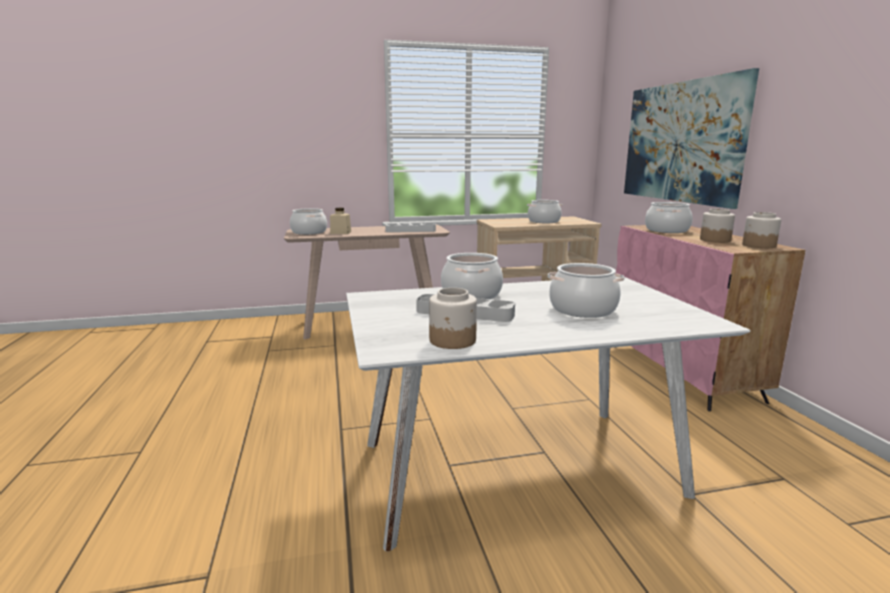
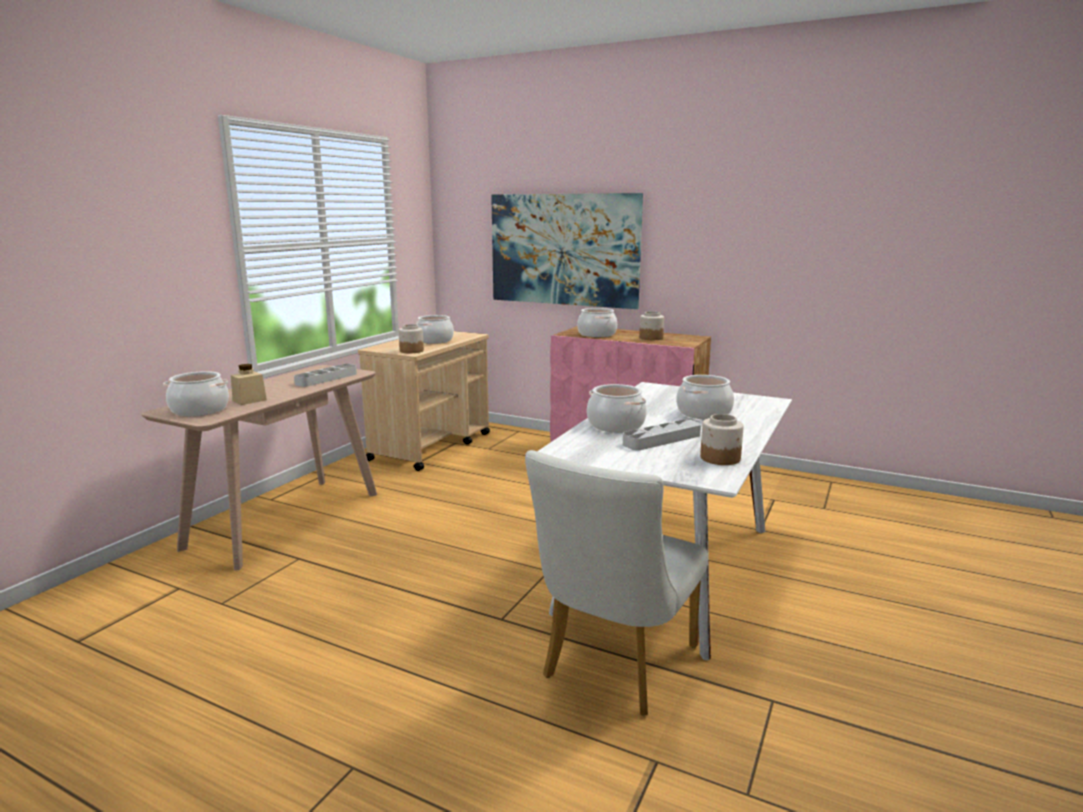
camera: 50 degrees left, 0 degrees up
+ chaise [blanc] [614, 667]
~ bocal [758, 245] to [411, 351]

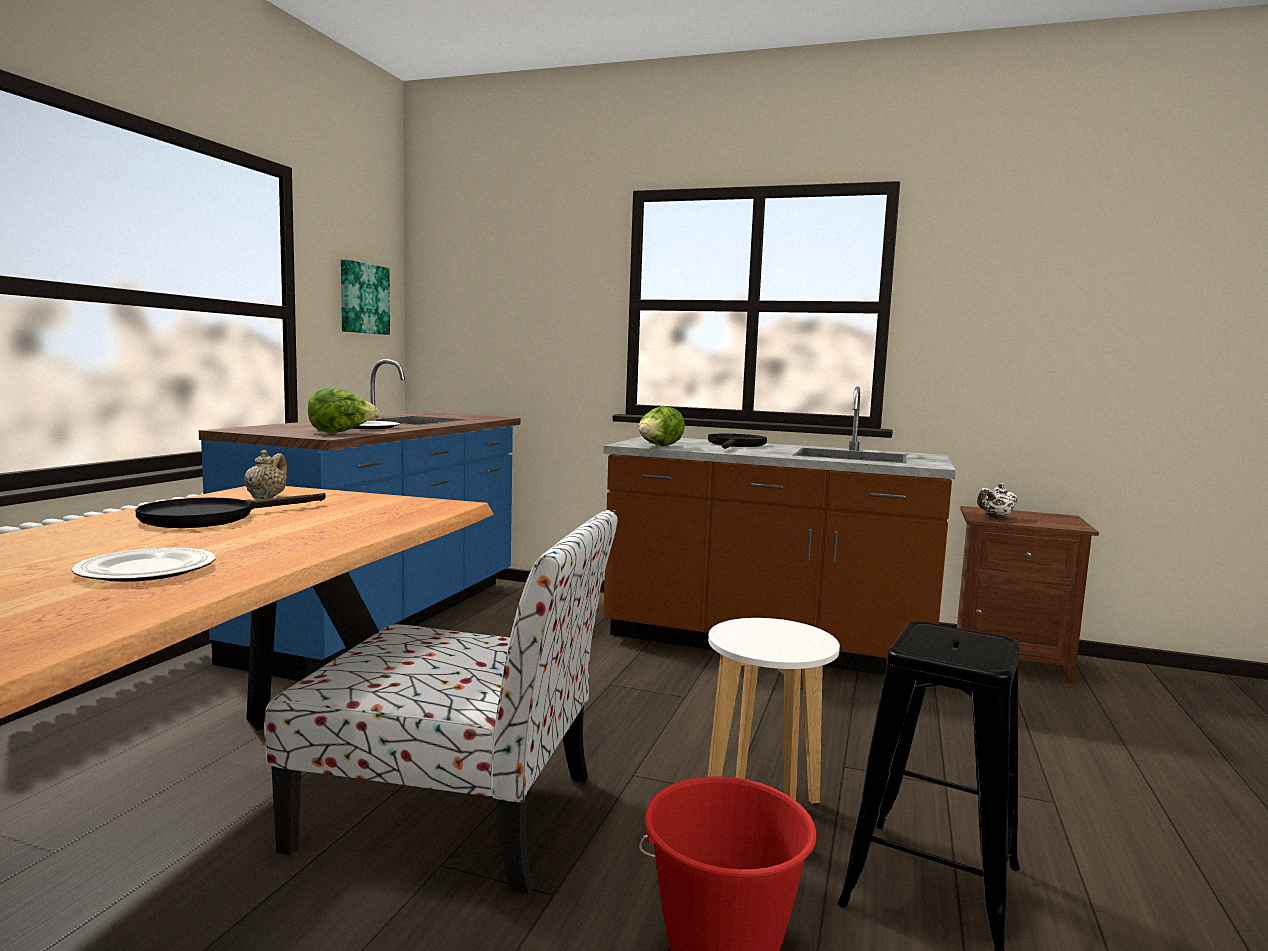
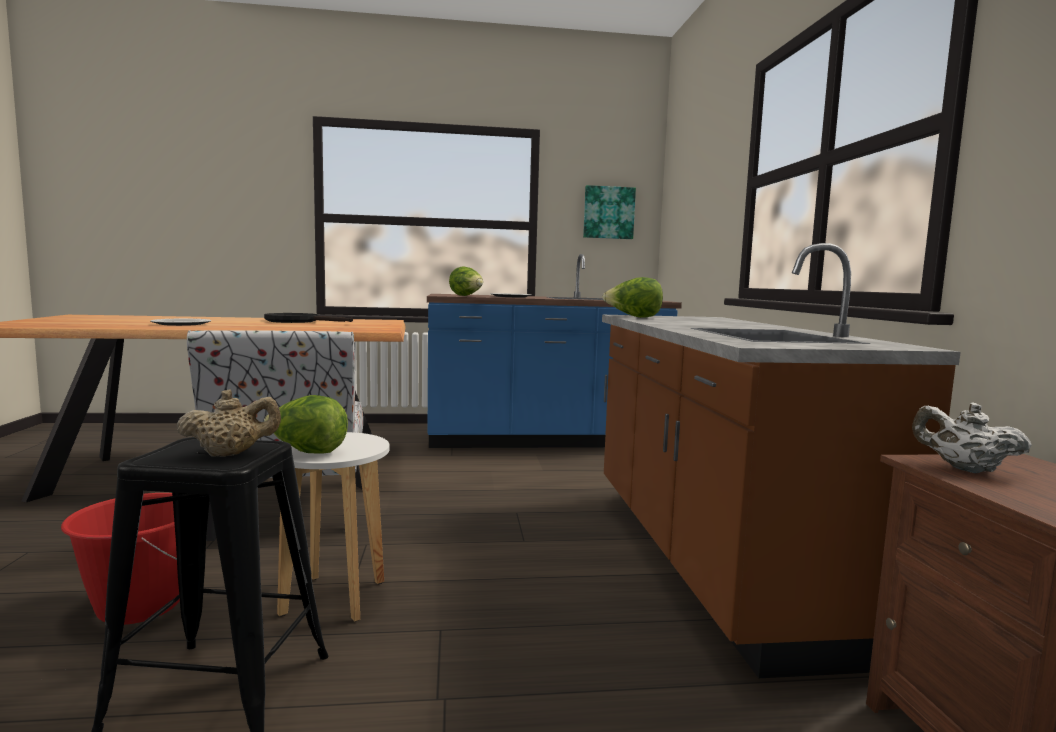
camera: 65 degrees right, 0 degrees up
- poêle [noir] [736, 445]
+ laitue [307, 452]
~ théière [beige] [266, 497] to [231, 454]

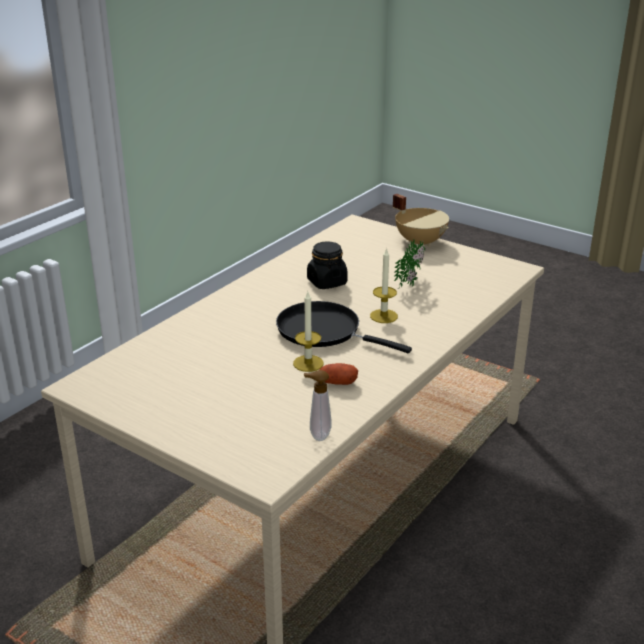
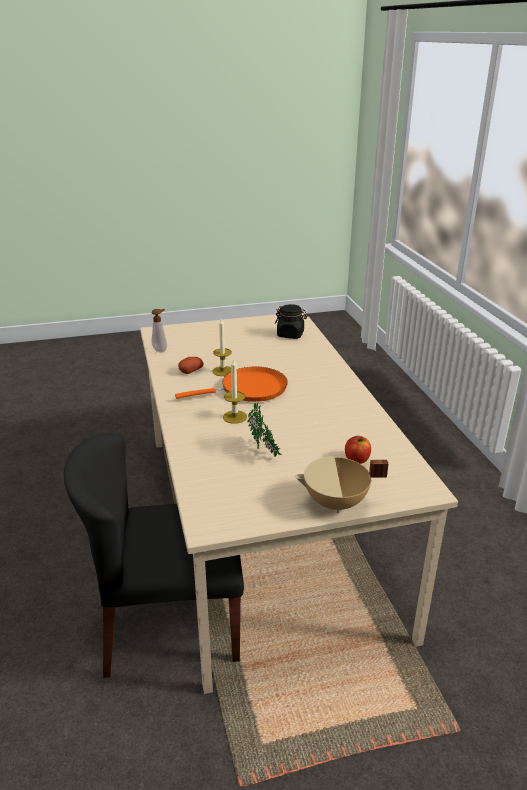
camera: 130 degrees right, 0 degrees up
+ chaise [noir] [170, 624]
+ pomme [357, 459]
~ bocal [noir] [326, 282] to [290, 334]
~ poêle [noir] [324, 331] to poêle [orange] [249, 389]

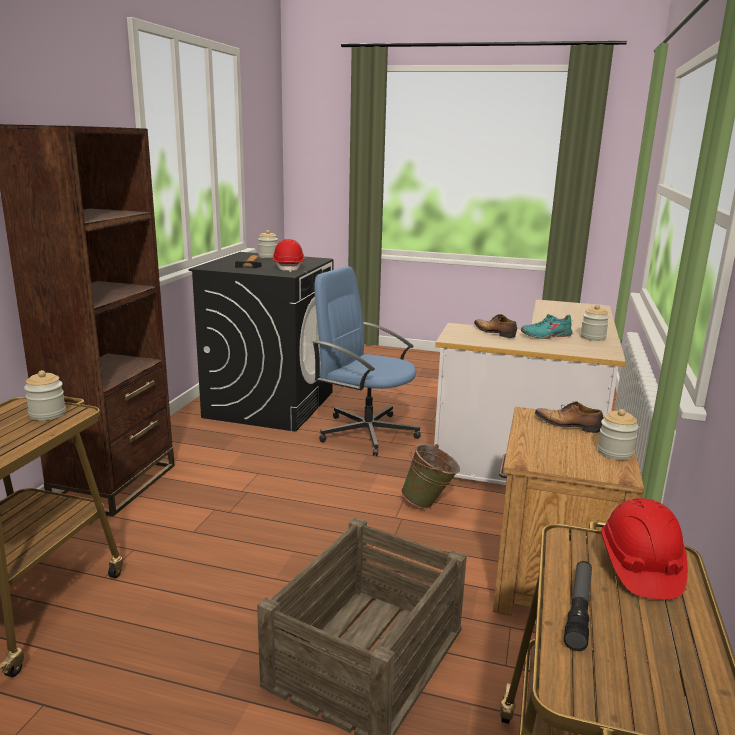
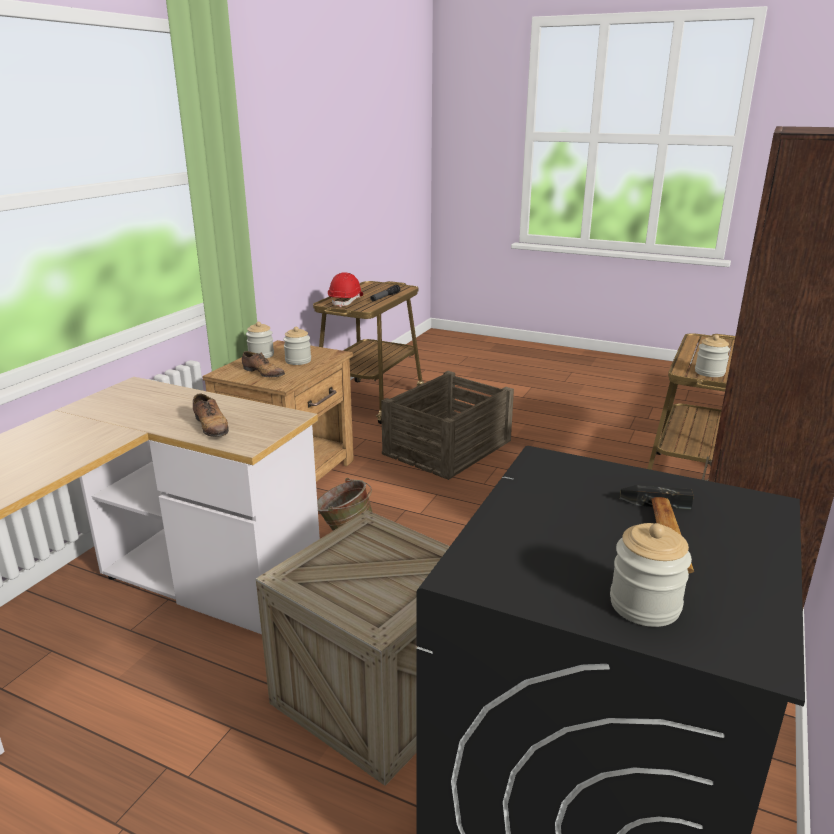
camera: 170 degrees left, 5 degrees up
- casque de chantier [rouge] [289, 268]
- chaussure [turquoise] [546, 336]
~ bocal [592, 337] to [298, 361]
~ chaise de bureau [bleu] [366, 432] to caisse [376, 693]

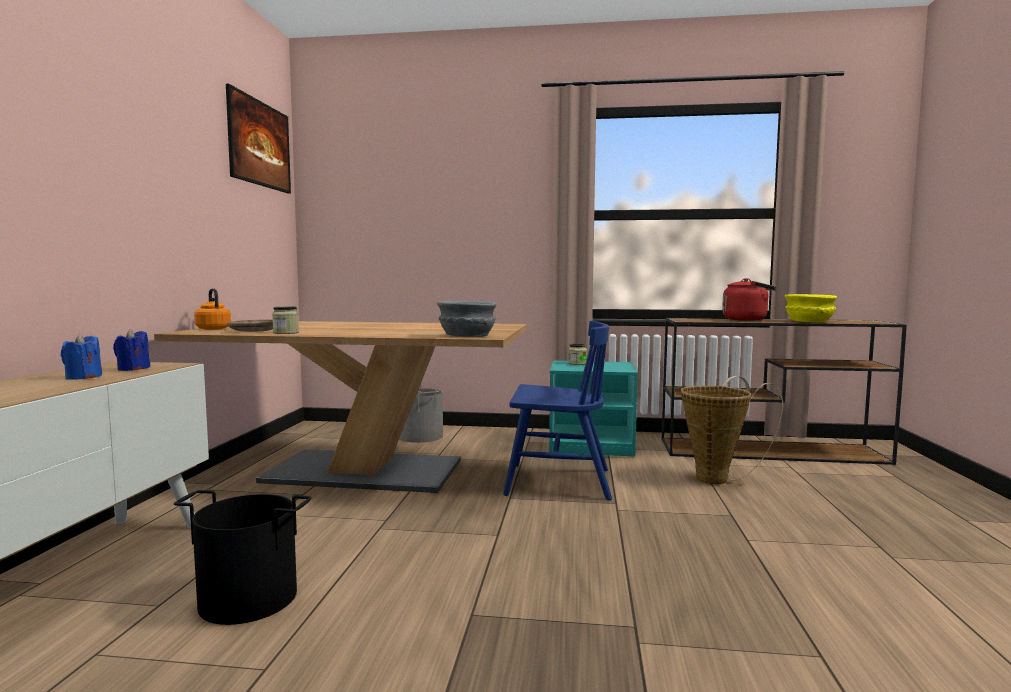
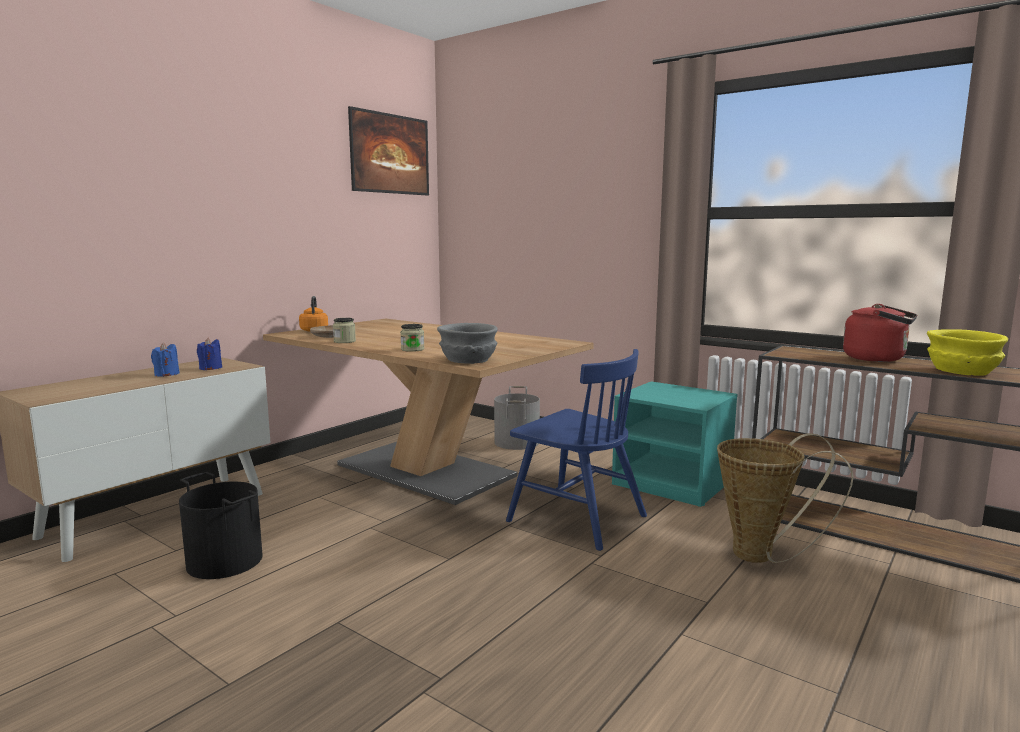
camera: 30 degrees right, 5 degrees up
~ bocal [577, 363] to [412, 349]

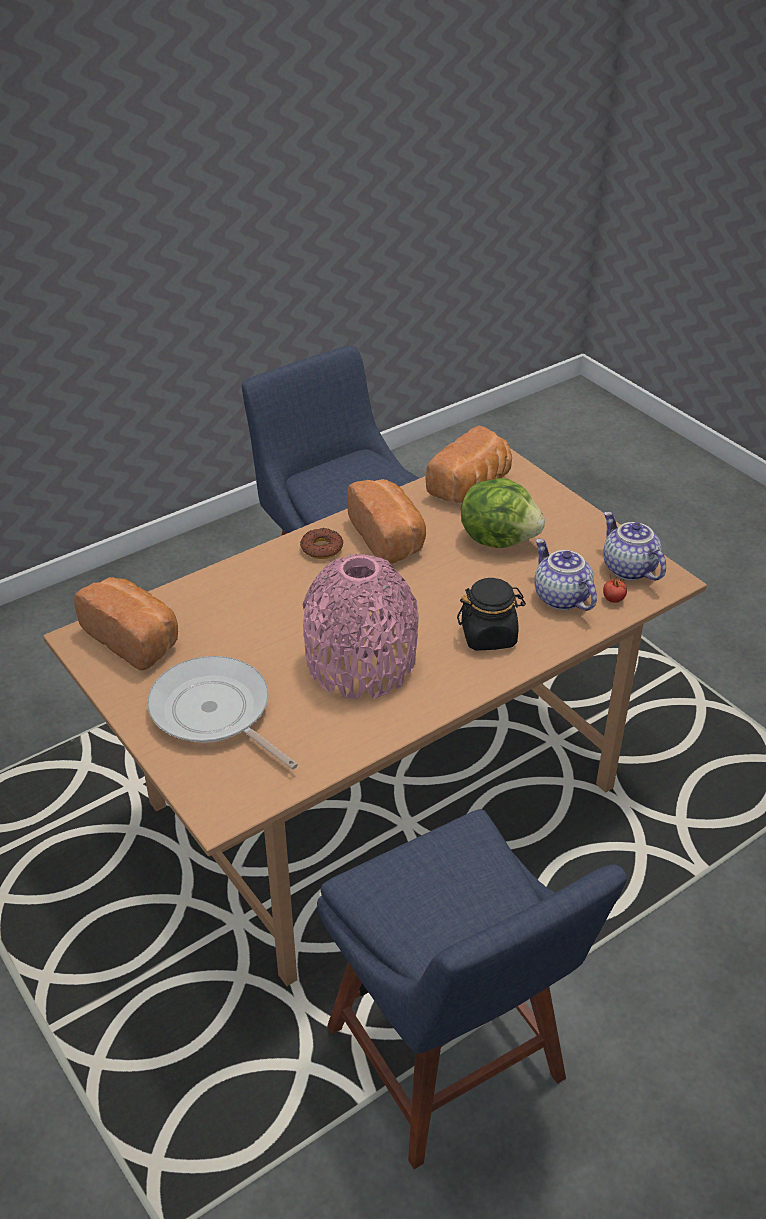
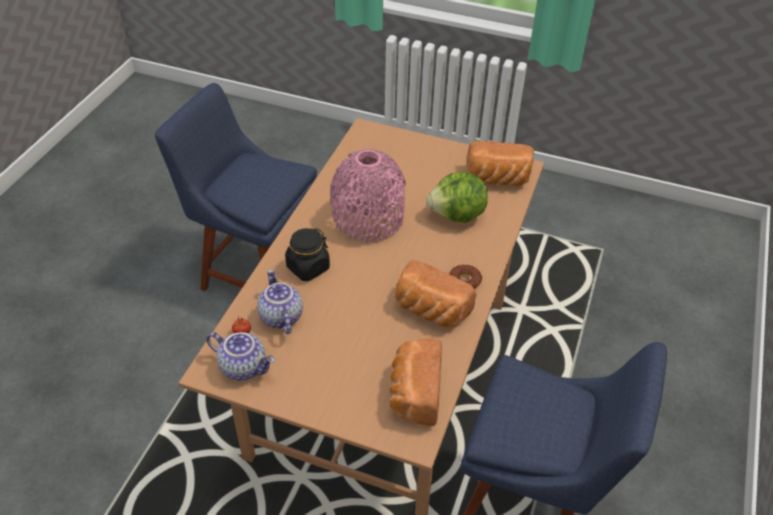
camera: 145 degrees right, 5 degrees up
- poêle [214, 713]
~ laitue [499, 538] to [457, 216]
~ théière [560, 598] = [280, 317] 135 degrees counterclockwise

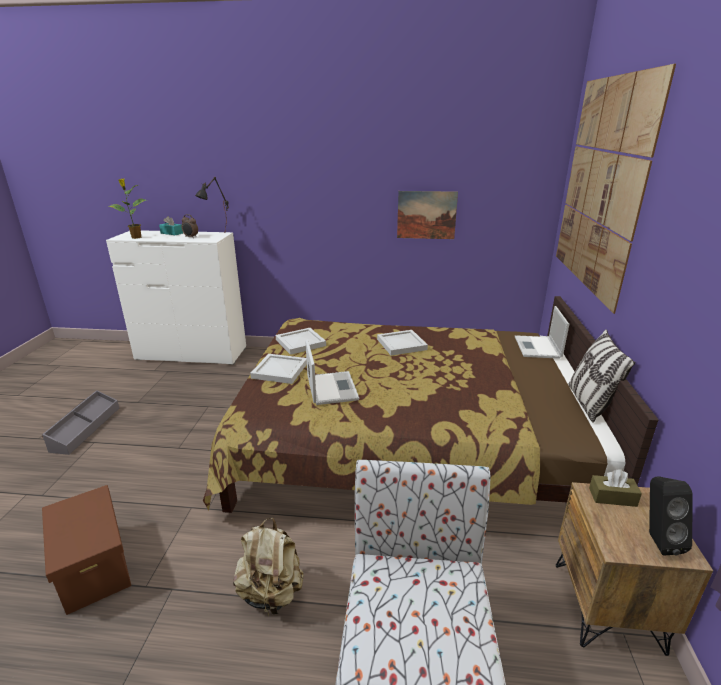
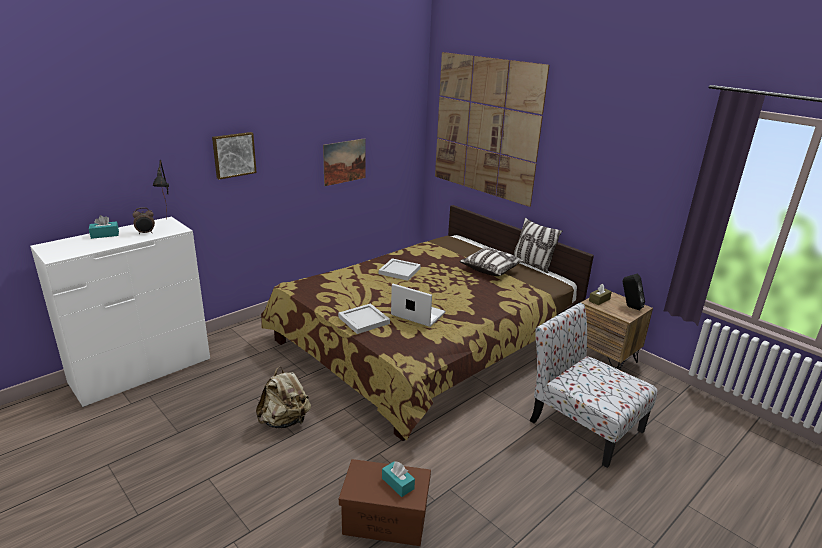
camera: 50 degrees left, 0 degrees up
- boîte de rangement [gris] [85, 428]
- plante en pot [136, 237]
- plateau [blanc] [301, 342]
- ordinateur portable [537, 348]
+ tableau [233, 155]
+ boîte à mouchoirs [turquoise] [398, 483]
+ coussin [491, 269]
~ sac à dos [beige] [271, 593] to [285, 421]

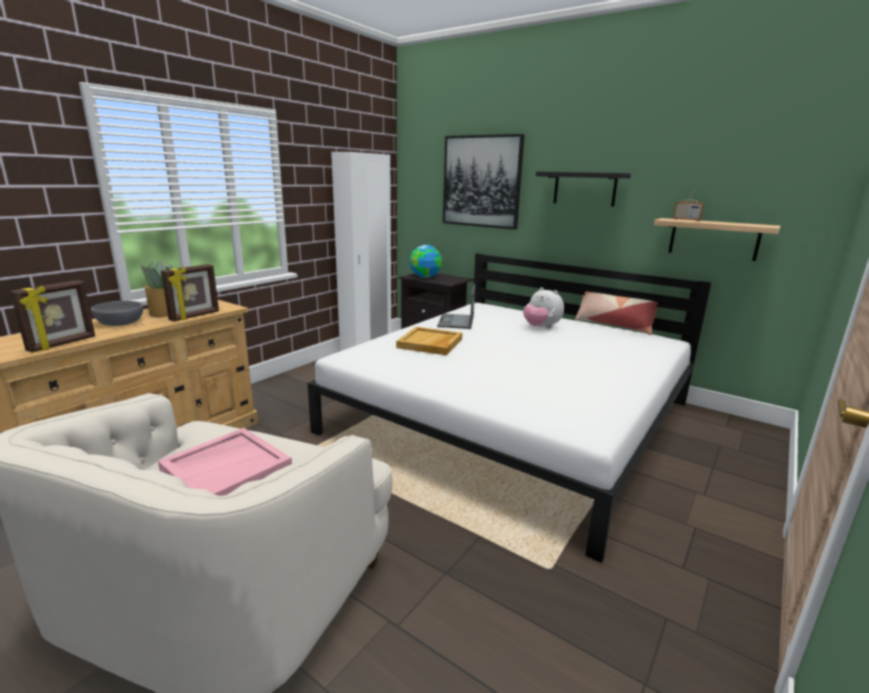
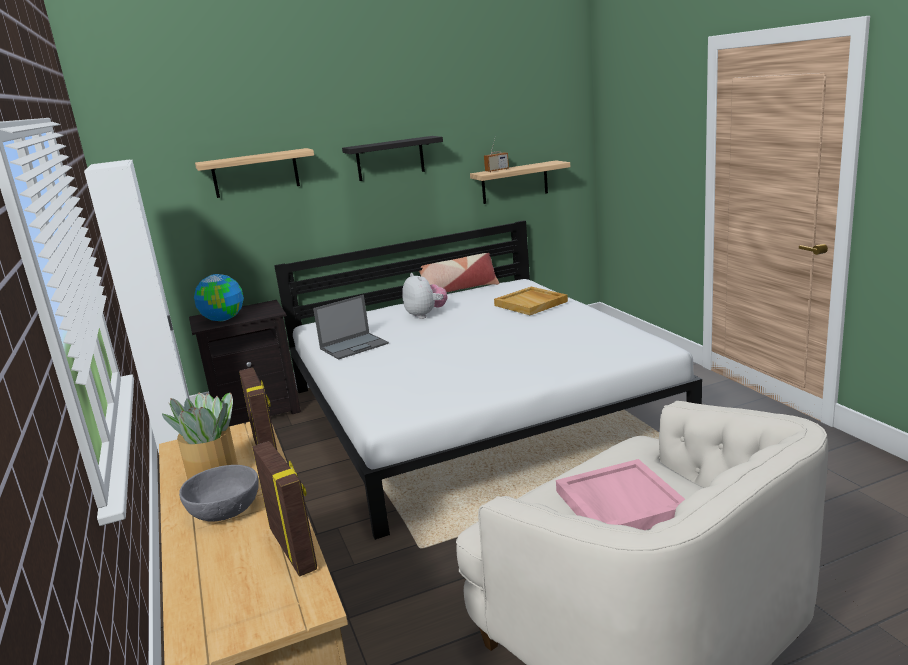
camera: 55 degrees left, 0 degrees up
~ plateau [beige] [430, 343] to [531, 303]
~ tableau [481, 182] to étagère [255, 173]
~ ordinateur portable [456, 322] = [354, 346] 75 degrees counterclockwise
~ peluche [541, 327] = [426, 315] 105 degrees counterclockwise

